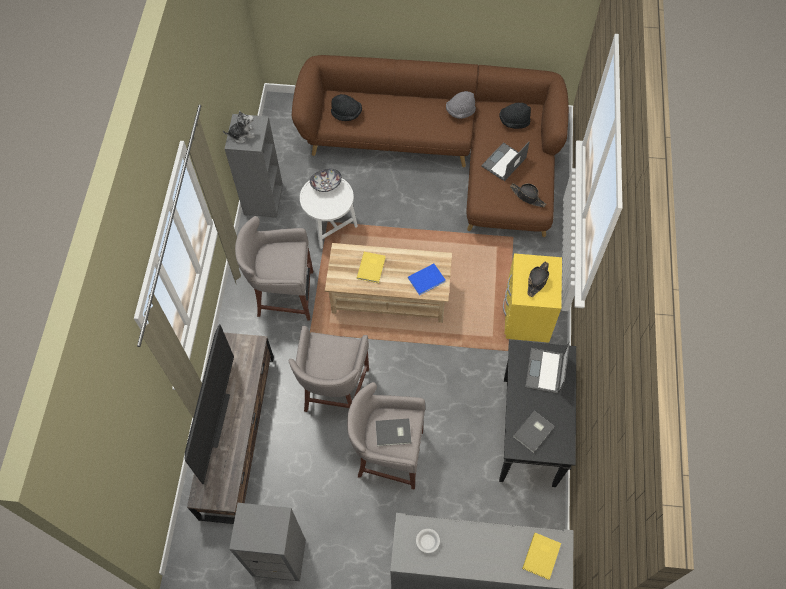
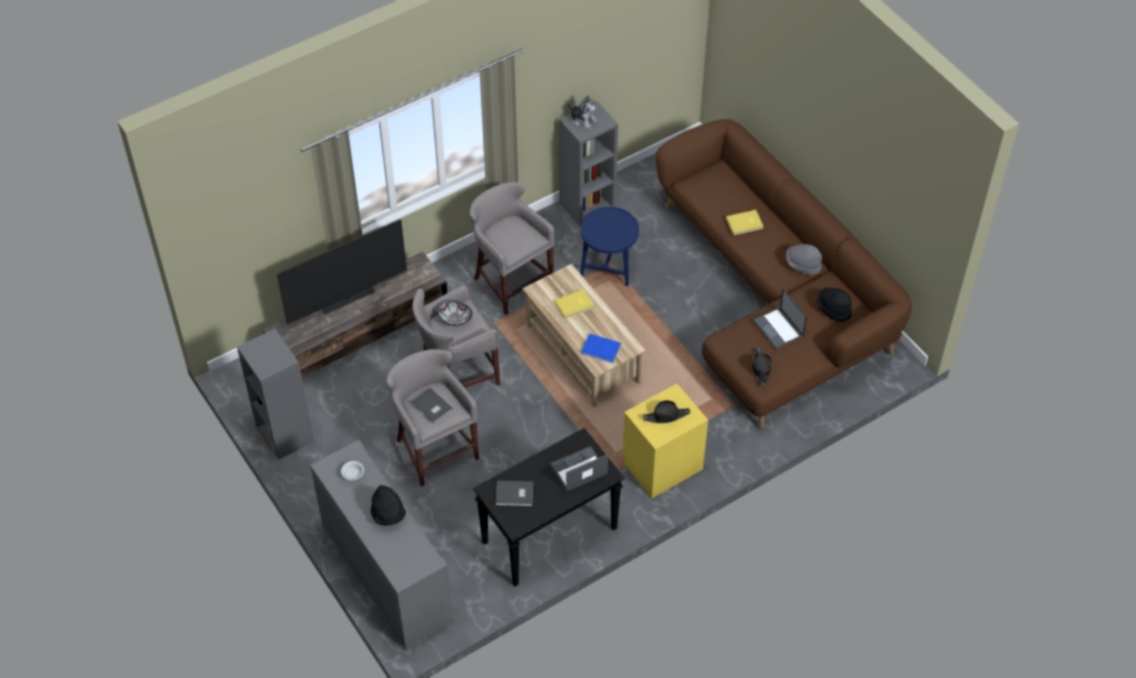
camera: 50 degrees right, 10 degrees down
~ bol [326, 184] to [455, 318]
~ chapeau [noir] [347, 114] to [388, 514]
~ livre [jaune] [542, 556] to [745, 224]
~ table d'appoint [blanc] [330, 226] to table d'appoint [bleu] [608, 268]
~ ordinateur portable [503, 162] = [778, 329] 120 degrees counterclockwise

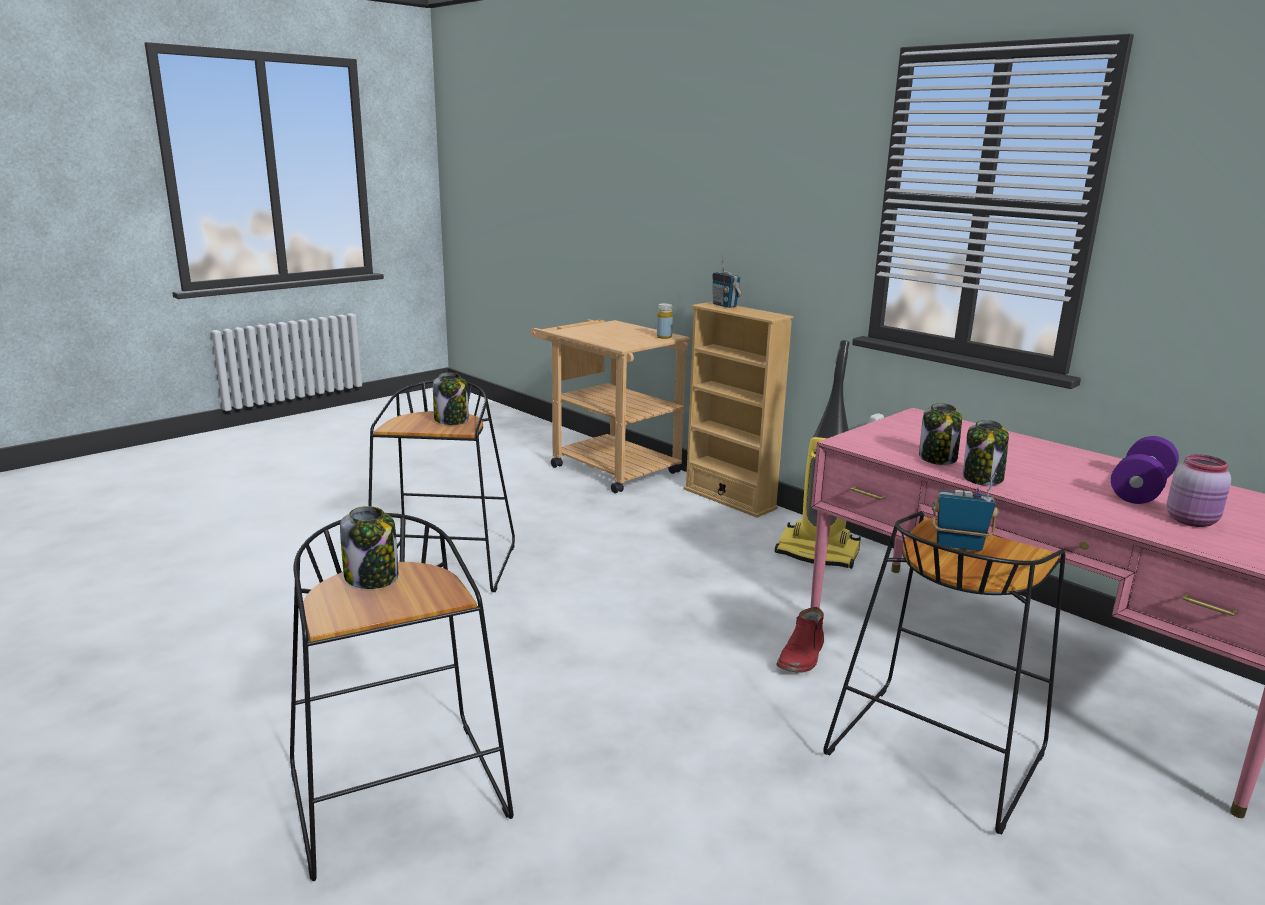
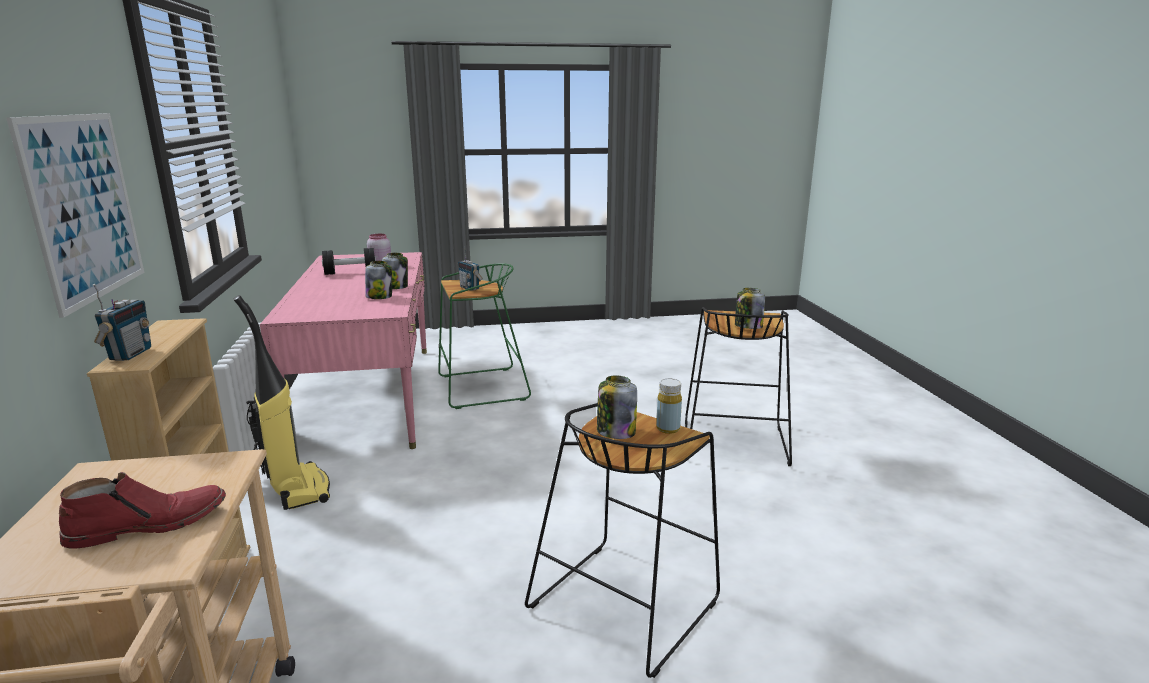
camera: 145 degrees left, 0 degrees up
+ tableau [84, 207]
~ bouteille [jaune] [664, 337] to [668, 428]
~ botte [rouge] [802, 656] to [149, 524]
~ tabouret [noir] [934, 750] to tabouret [vert] [481, 388]
~ haltère [violet] [1140, 489] to haltère [noir] [350, 272]

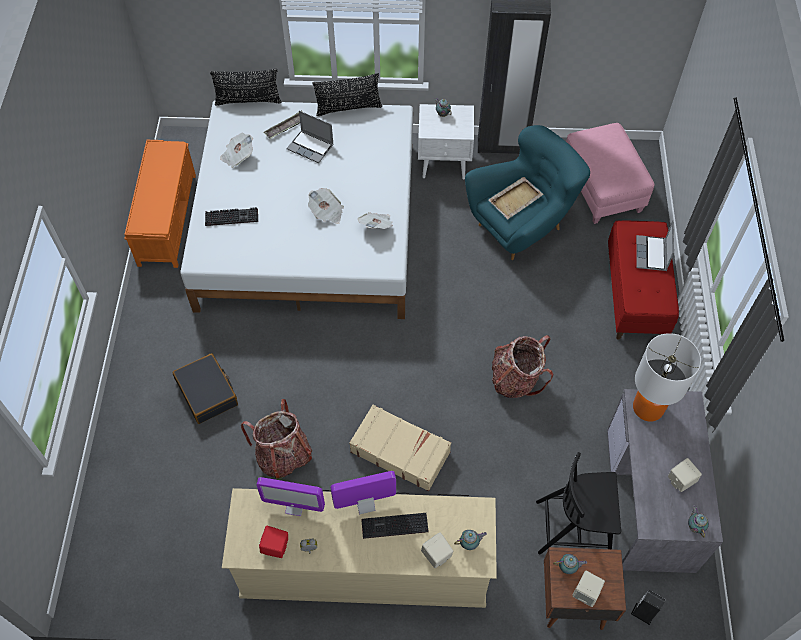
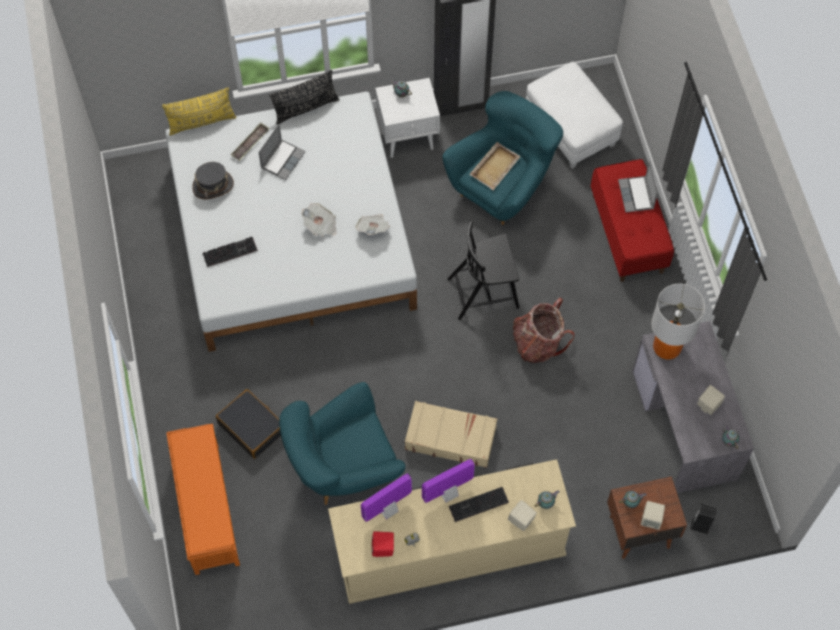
camera: 15 degrees left, 5 degrees up
~ banc [orange] [167, 218] to [206, 507]
~ chaise [noir] [574, 528] to [484, 292]
~ journal [238, 156] to chapeau [gris] [213, 186]
~ sac à dos [283, 456] to fauteuil [turquoise] [344, 468]
~ coussin [noir] [248, 100] to coussin [jaune] [201, 122]
~ pouf [rose] [602, 189] to pouf [blanc] [571, 129]
~ écran d'ordinateur [295, 506] = [388, 510] 150 degrees clockwise
~ ordinateur portable [311, 147] = [282, 159] 75 degrees counterclockwise

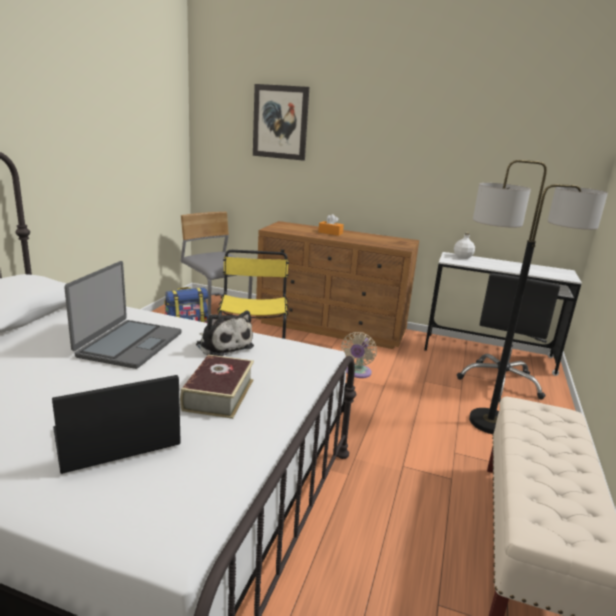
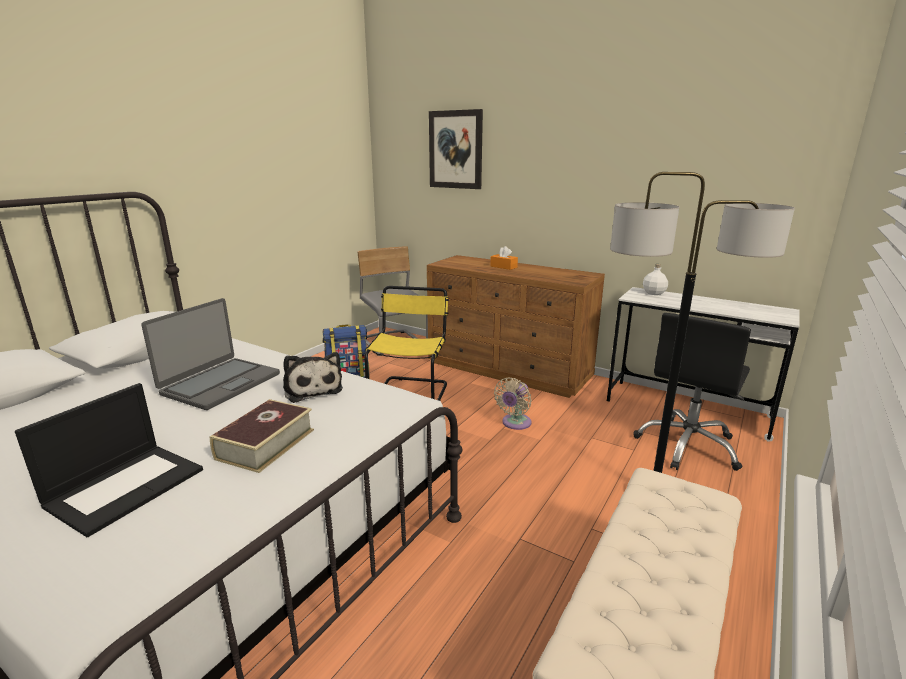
camera: 15 degrees right, 0 degrees up
~ ordinateur portable [115, 439] = [126, 486] 135 degrees clockwise

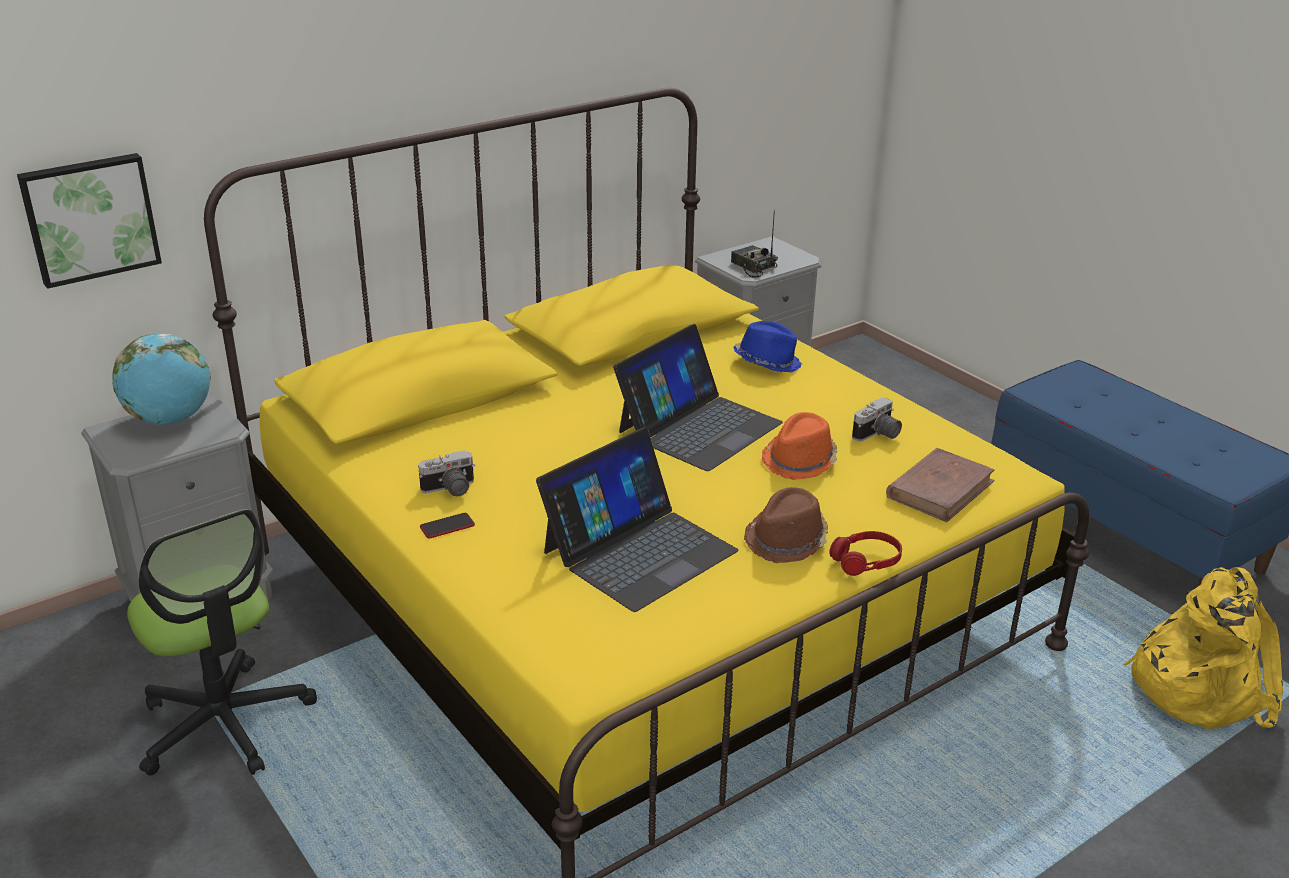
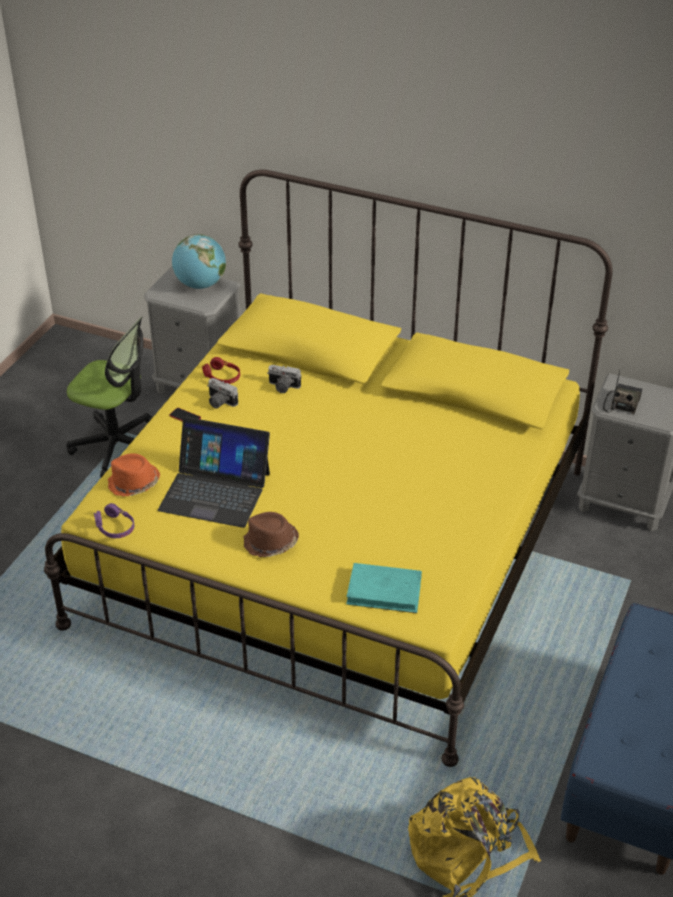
camera: 60 degrees right, 10 degrees up
- tableau [90, 218]
- ordinateur portable [698, 427]
- chapeau [bleu] [767, 362]
+ casque audio [violet] [114, 527]
~ chapeau [orange] [800, 461] to [133, 484]
~ casque audio [rouge] [866, 561] to [222, 377]
~ appareil photo [878, 435] to [282, 387]
~ livre [marron] [940, 489] to livre [turquoise] [384, 591]
~ chaise de bureau [224, 723] = [117, 446] 90 degrees counterclockwise

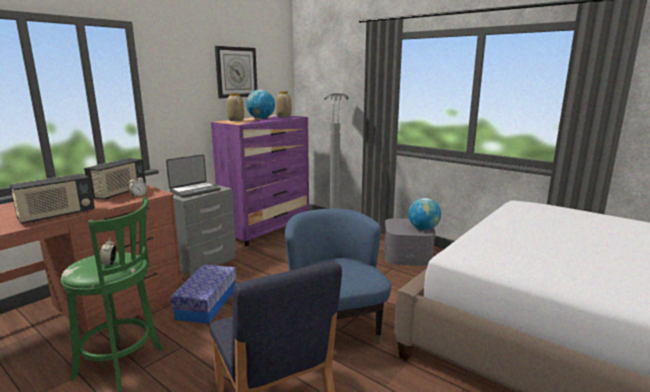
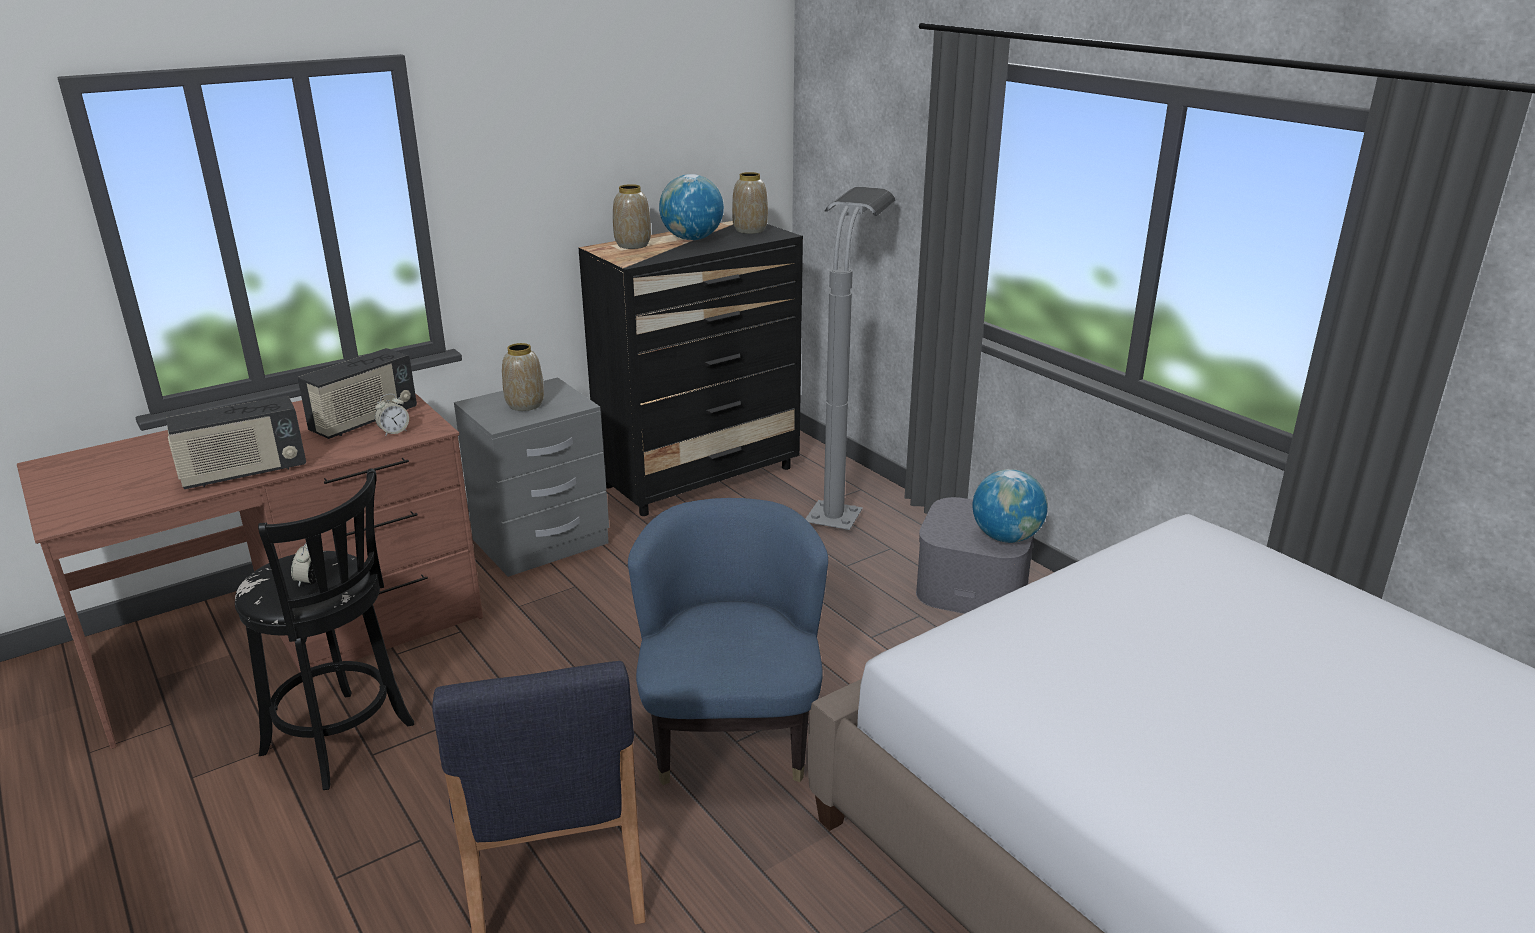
camera: 15 degrees right, 10 degrees up
- boîte de rangement [207, 303]
- horloge murale [236, 72]
~ ordinateur portable [194, 190] to vase [525, 405]
~ tabouret [vert] [123, 364] to tabouret [noir] [343, 742]
~ commode [violet] [267, 230] to commode [noir] [701, 477]

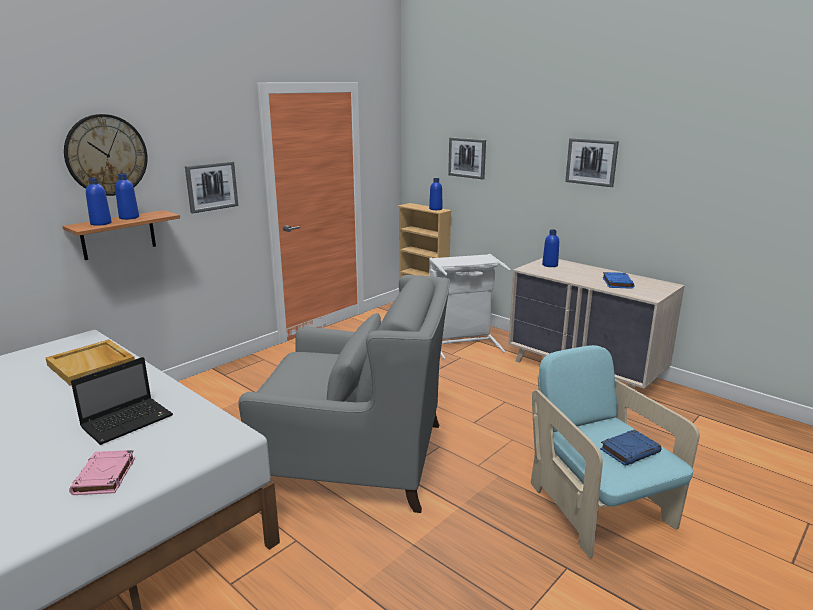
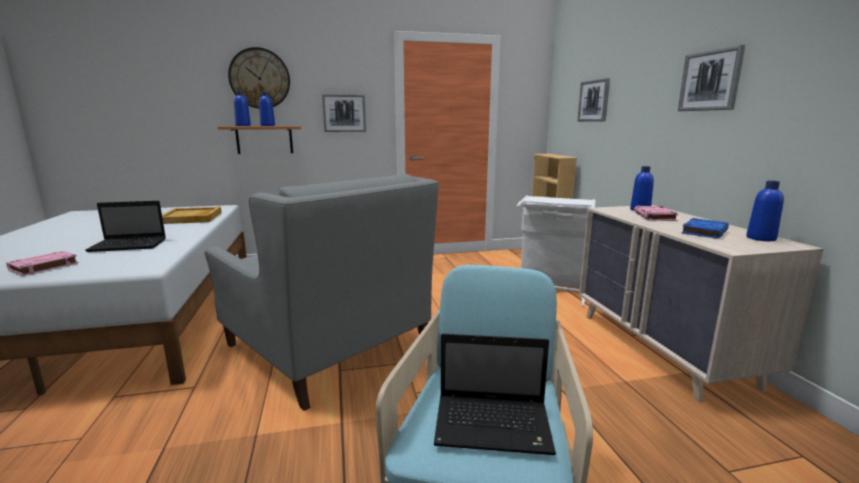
camera: 35 degrees right, 5 degrees down
+ livre [rose] [655, 217]
~ bouteille [bleu] [435, 209] to [761, 238]
~ livre [bleu] [630, 451] to ordinateur portable [495, 425]

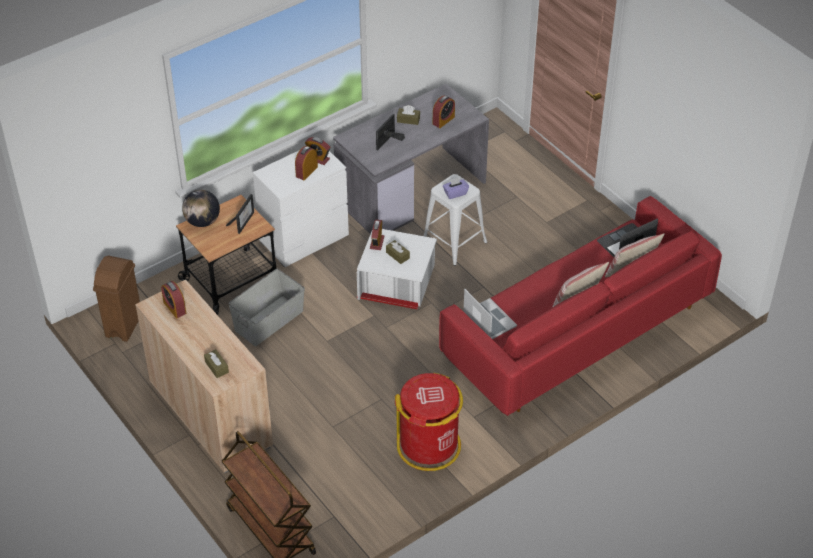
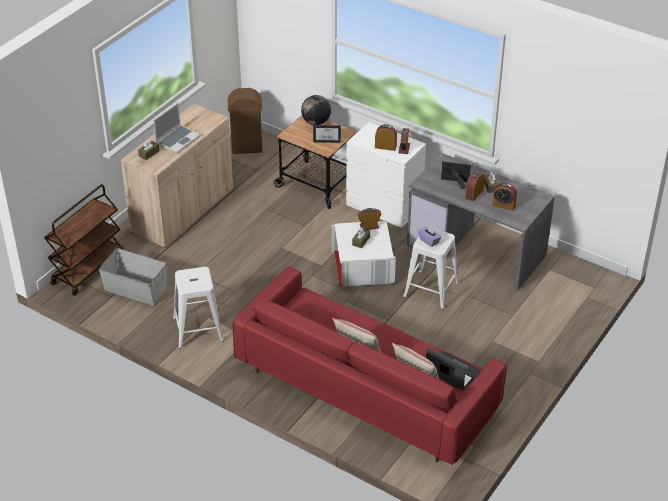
camera: 70 degrees right, 5 degrees down
~ réveil [174, 308] to [474, 194]
~ boîte de rangement [gris] [268, 320] to [135, 289]
~ ordinateur portable [488, 320] to [178, 139]
~ poubelle [rouge] [429, 446] to tabouret [blanc] [198, 329]

